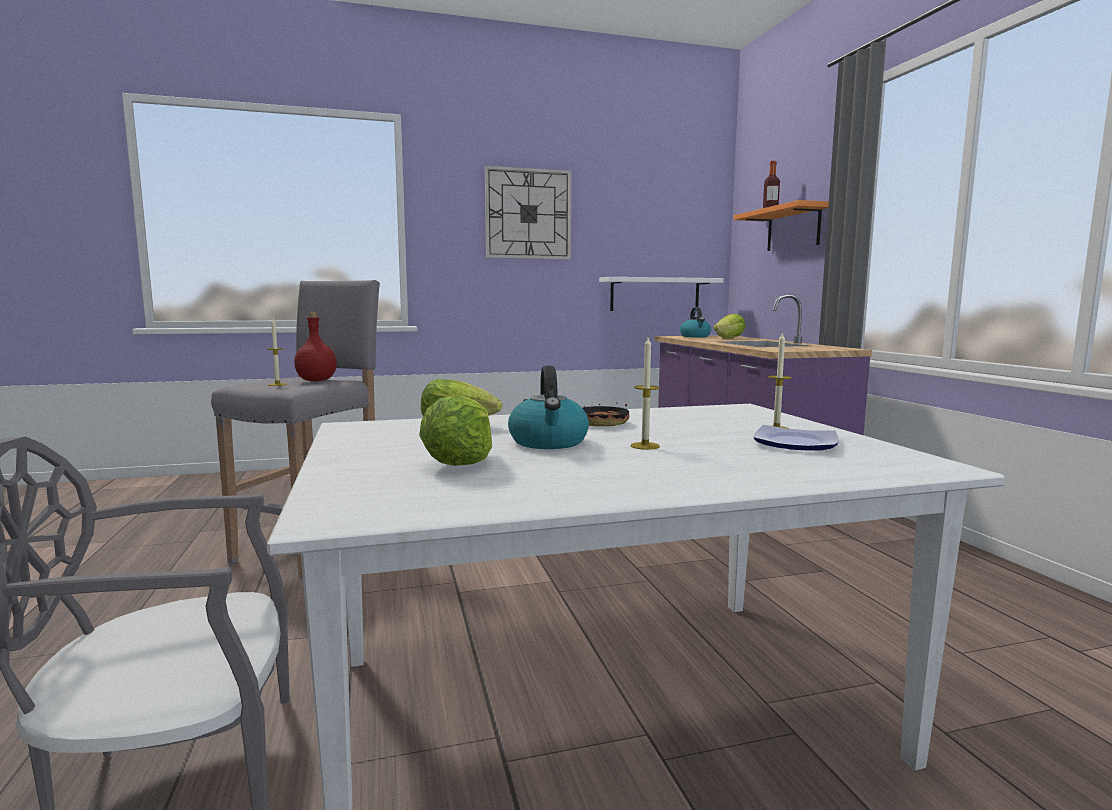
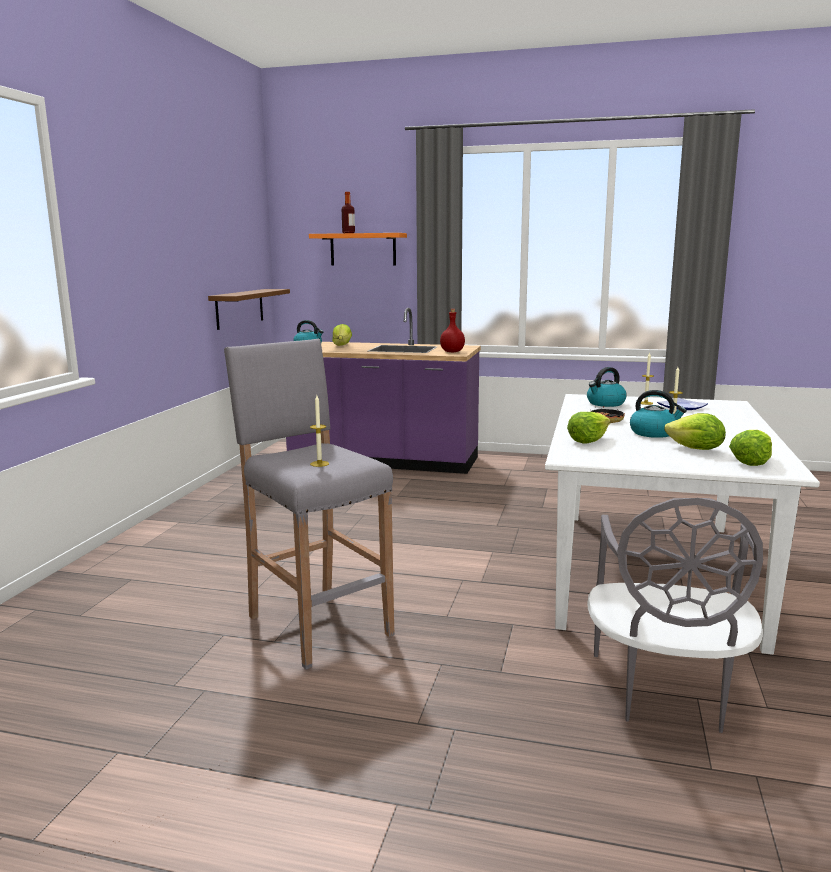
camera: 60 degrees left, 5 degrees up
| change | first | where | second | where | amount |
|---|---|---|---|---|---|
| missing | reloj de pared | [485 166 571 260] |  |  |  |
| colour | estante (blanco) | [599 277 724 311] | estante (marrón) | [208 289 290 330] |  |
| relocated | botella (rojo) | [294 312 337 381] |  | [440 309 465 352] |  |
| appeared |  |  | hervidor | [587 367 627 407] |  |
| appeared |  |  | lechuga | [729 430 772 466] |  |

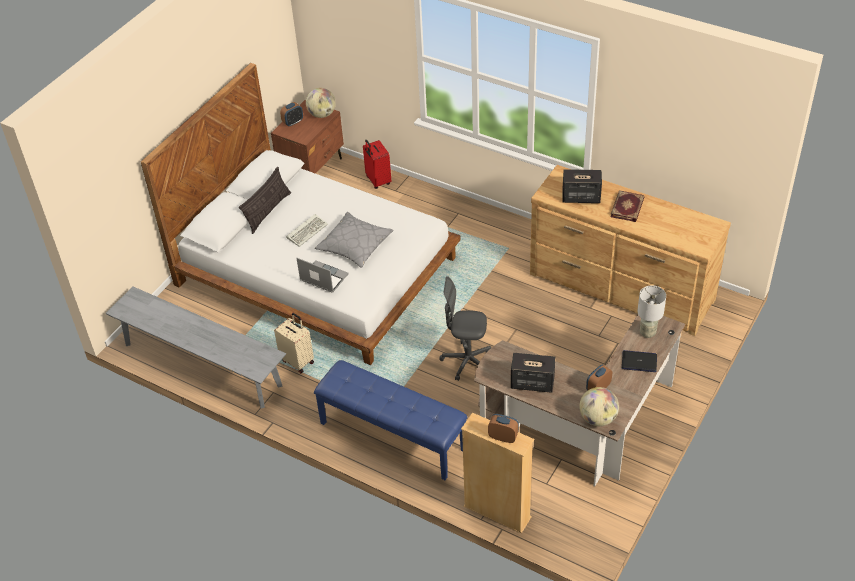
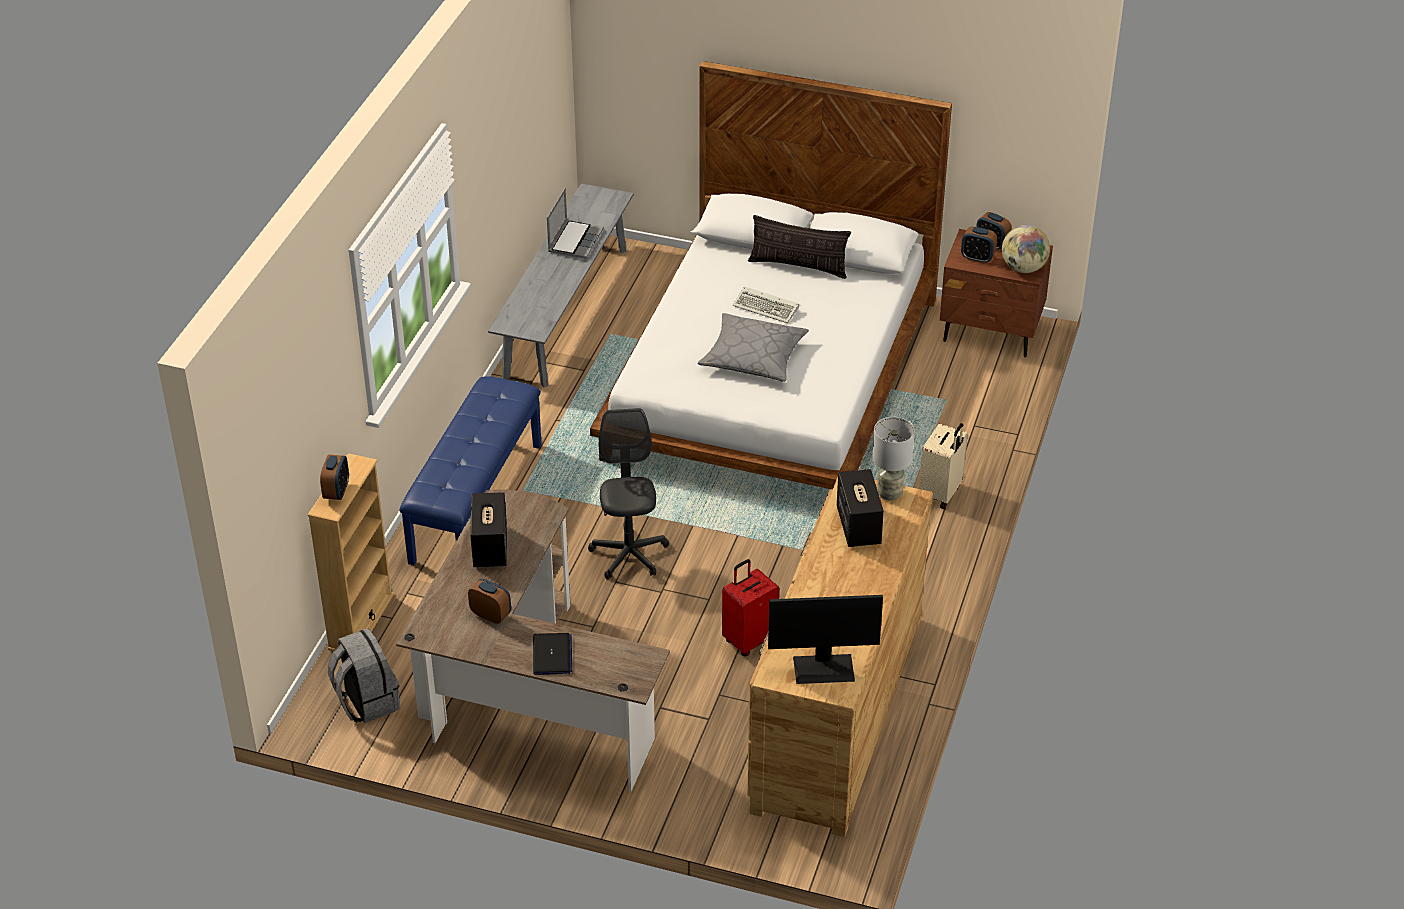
camera: 75 degrees right, 5 degrees down
| change | first | where | second | where | amount |
|---|---|---|---|---|---|
| relocated | maleta (rojo) | [363 140 391 189] |  | [722 559 779 656] |  |
| missing | libro | [611 190 644 222] |  |  |  |
| relocated | portátil | [297 258 349 293] |  | [547 188 604 259] |  |
| relocated | lámpara de mesa (gris) | [637 285 666 338] |  | [872 417 914 501] |  |
| relocated | maleta (beis) | [274 313 314 373] |  | [919 423 968 509] |  |
| missing | globo terráqueo | [579 387 619 426] |  |  |  |
| appeared |  |  | despertador | [961 226 997 264] |  |
| appeared |  |  | monitor | [768 595 883 684] |  |
| appeared |  |  | mochila (gris) | [328 628 400 723] |  |

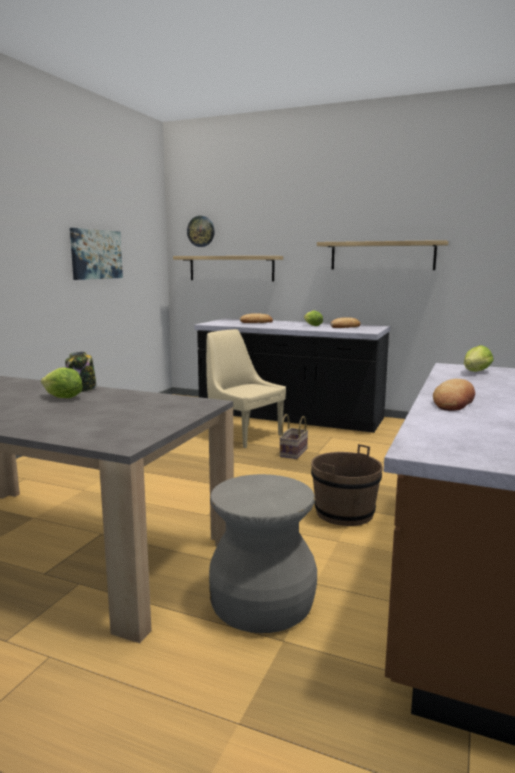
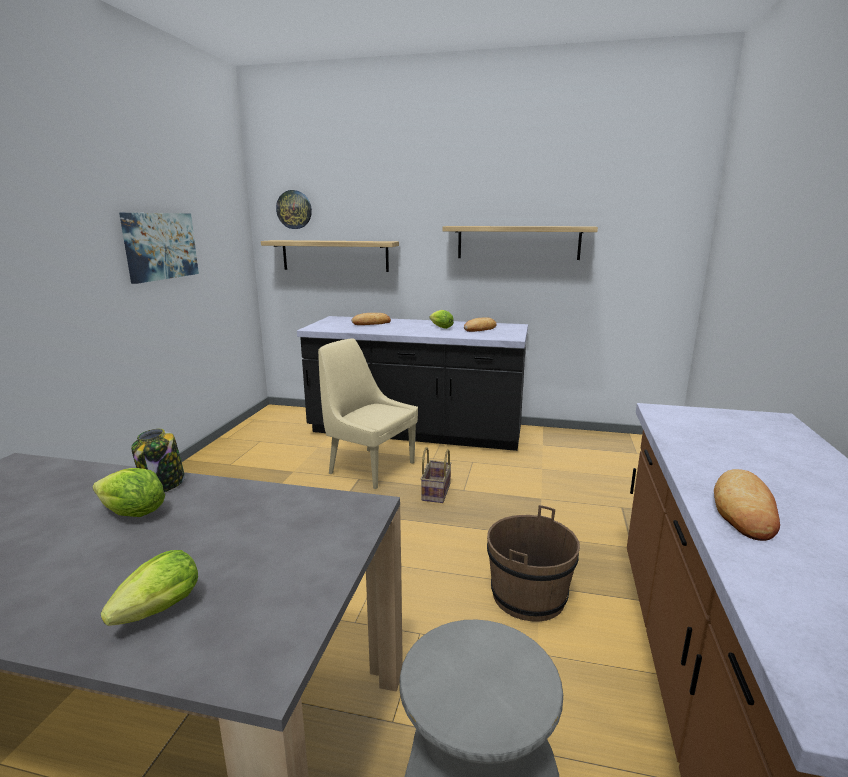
camera: 10 degrees left, 5 degrees up
| change | first | where | second | where | amount |
|---|---|---|---|---|---|
| relocated | lechuga | [464 345 494 372] |  | [100 550 198 626] |  |

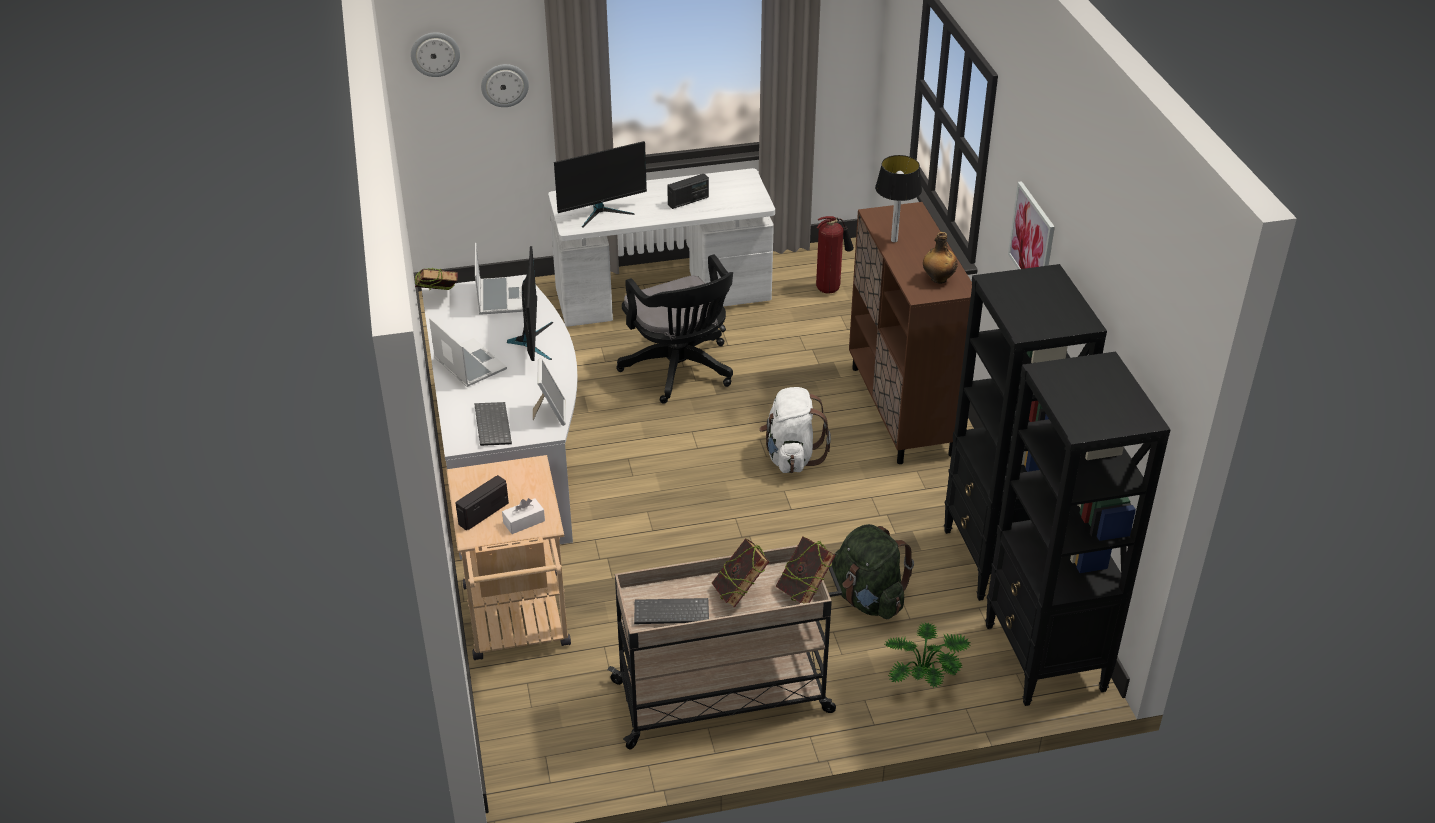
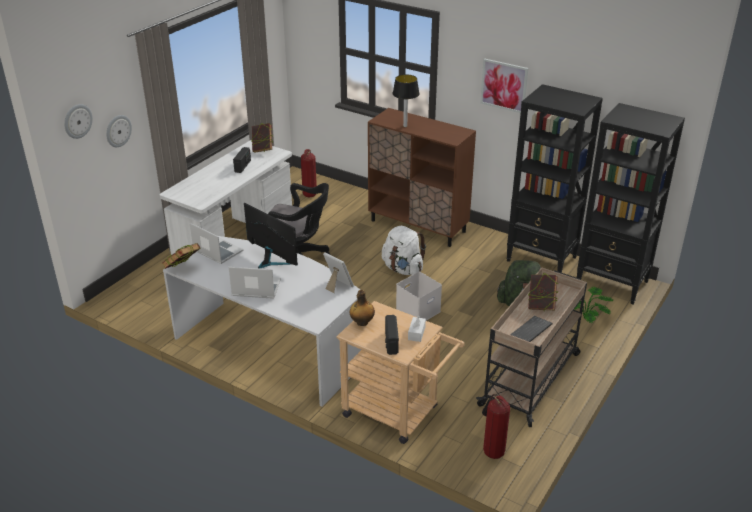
camera: 45 degrees left, 5 degrees down
| change | first | where | second | where | amount |
|---|---|---|---|---|---|
| missing | monitor | [554 141 647 227] |  |  |  |
| relocated | botella | [923 232 958 284] |  | [350 290 375 326] |  |
| missing | teclado | [475 402 512 446] |  |  |  |
| relocated | libro | [775 537 835 604] |  | [251 123 273 153] |  |
| appeared |  |  | caja de almacenaje (blanco) | [396 271 442 321] |  |
| appeared |  |  | extintor | [482 394 510 459] |  |

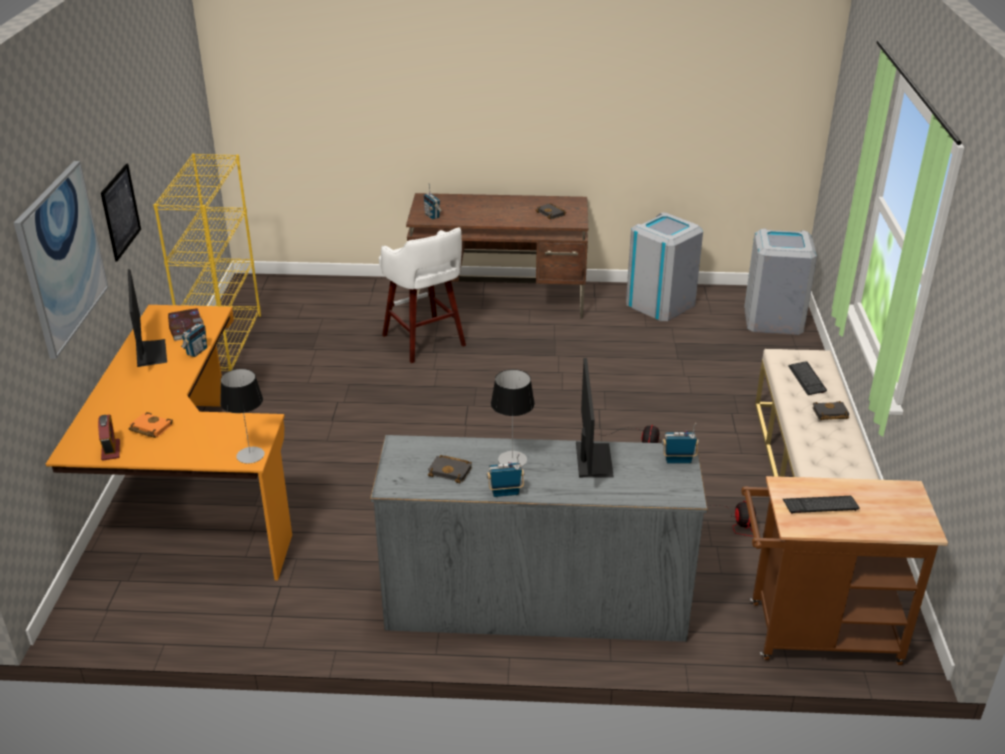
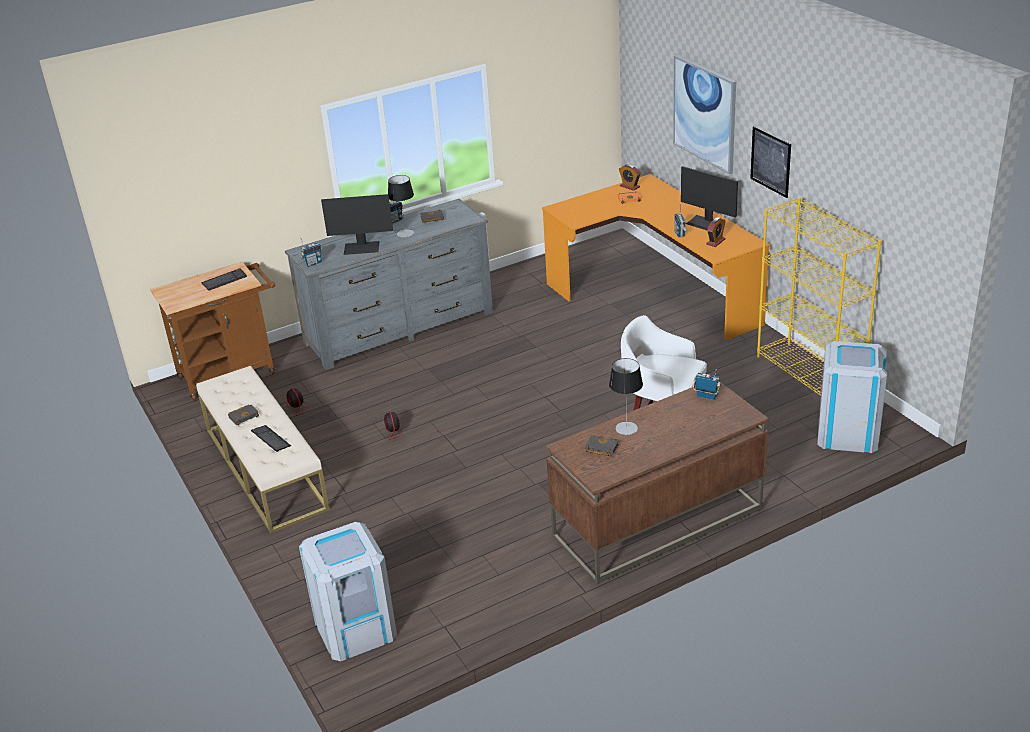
camera: 150 degrees right, 0 degrees up
| change | first | where | second | where | amount |
|---|---|---|---|---|---|
| relocated | papelera (gris) | [626 213 703 321] |  | [817 341 887 453] |  |
| exchanged | libro | [168 308 204 341] | despertador | [706 217 726 247] |  |
| spun | monitor | [576 358 614 478] |  | [321 194 393 255] | 60 degrees counterclockwise |
| relocated | lámpara de mesa | [220 369 265 464] |  | [609 358 643 435] |  |

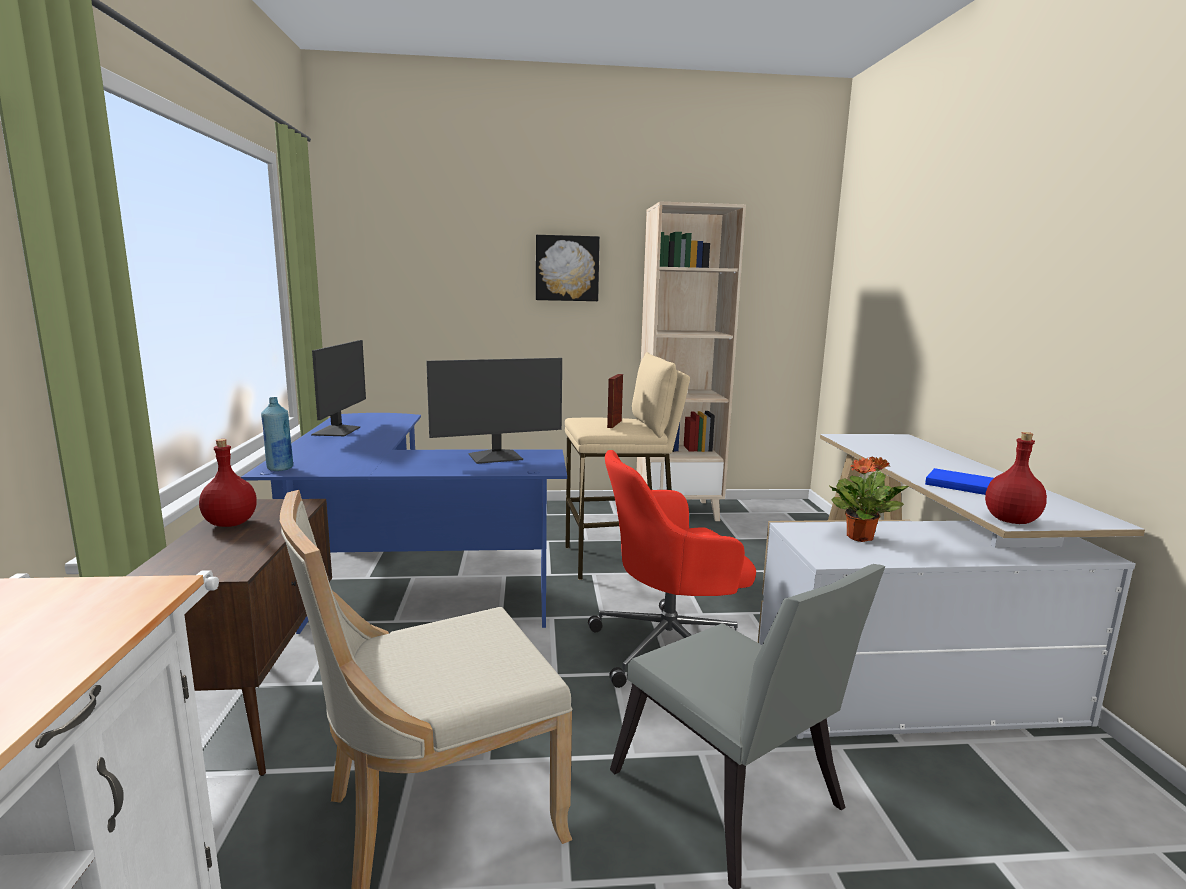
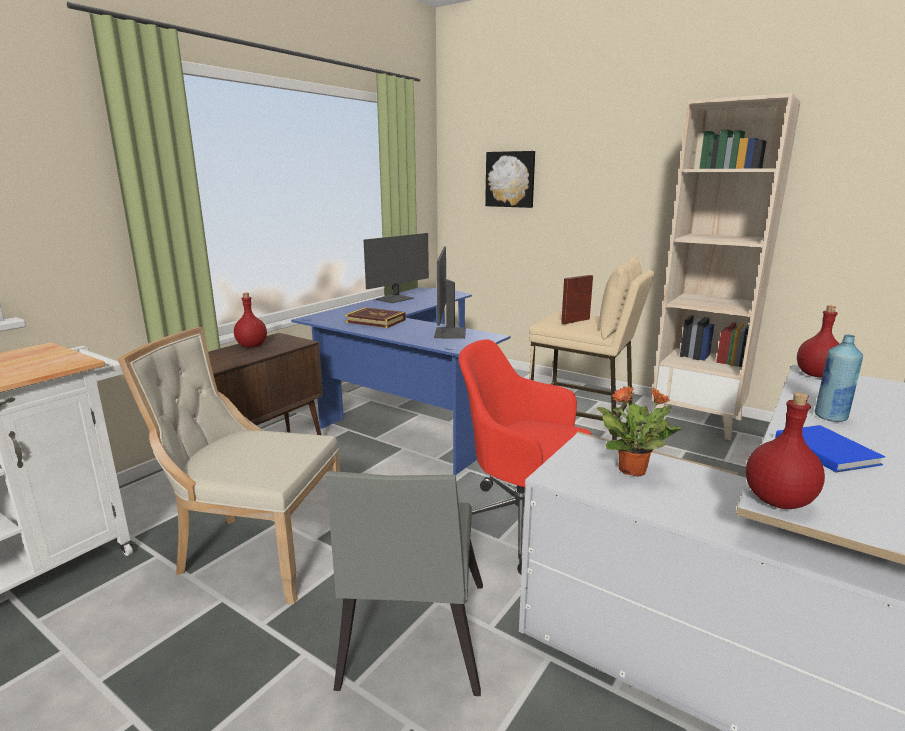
camera: 40 degrees right, 5 degrees up
| change | first | where | second | where | amount |
|---|---|---|---|---|---|
| relocated | cuadro | [536 235 600 301] |  | [485 151 535 208] |  |
| spun | monitor | [426 358 562 464] |  | [434 246 466 339] | 75 degrees clockwise |
| relocated | botella (azul) | [261 397 293 471] |  | [815 335 863 422] |  |
| appeared |  |  | botella (rojo) | [797 305 840 378] |  |
| appeared |  |  | libro | [345 307 406 328] |  |

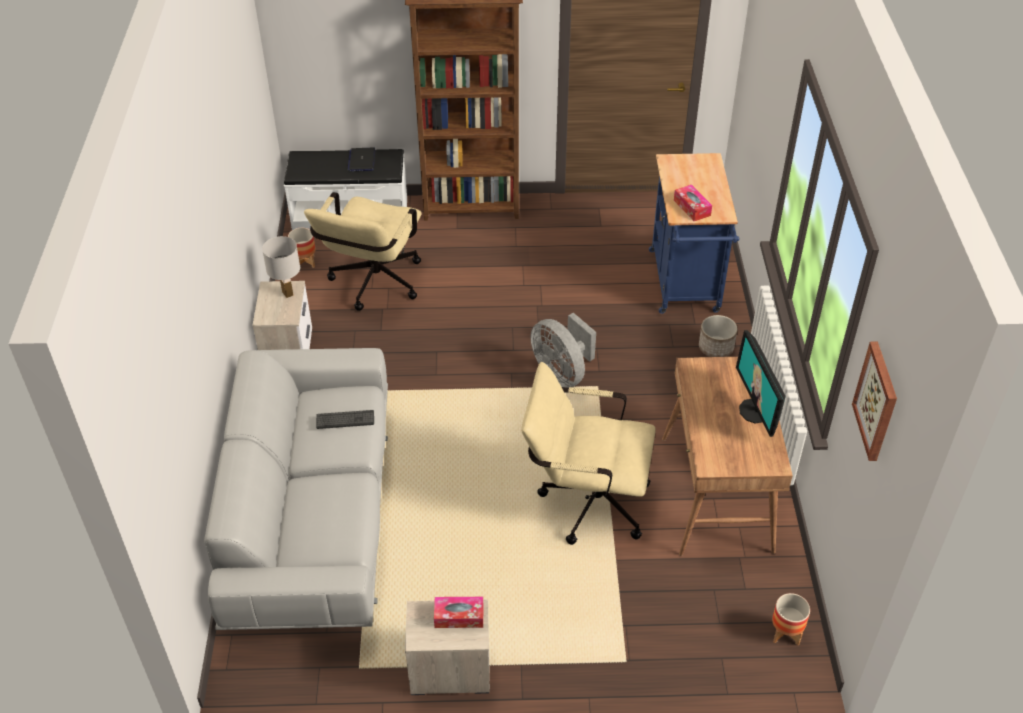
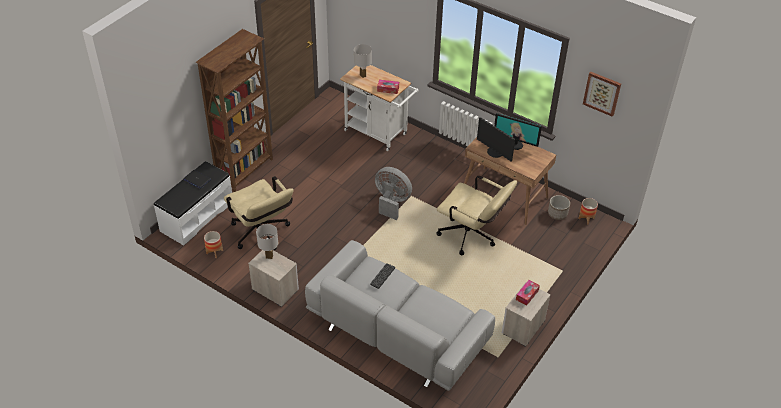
camera: 55 degrees left, 0 degrees up
| change | first | where | second | where | amount |
|---|---|---|---|---|---|
| colour | carrito (azul) | [649 153 740 314] | carrito (blanco) | [340 65 419 151] |  |
| spun | ventilador (gris) | [530 313 596 388] |  | [375 167 412 220] | 150 degrees counterclockwise |
| relocated | maceta | [699 315 737 357] |  | [548 195 570 220] |  |
| spun | silla de oficina (beis) | [521 362 656 545] |  | [436 176 517 255] | 105 degrees counterclockwise |
| appeared |  |  | lámpara de mesa (blanco) | [354 44 372 78] |  |
| appeared |  |  | monitor | [477 117 515 162] |  |

